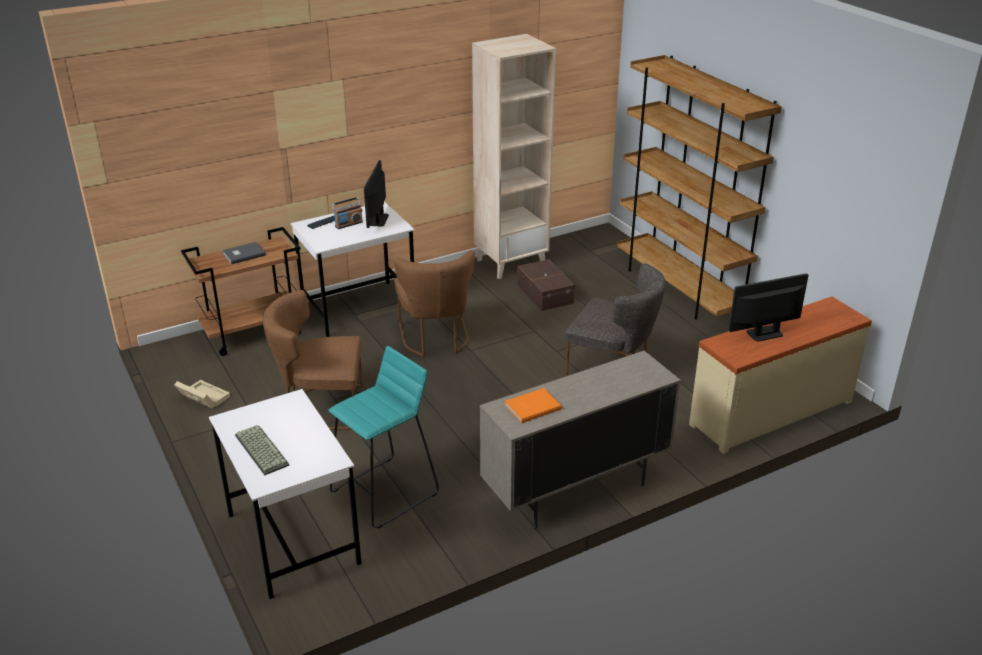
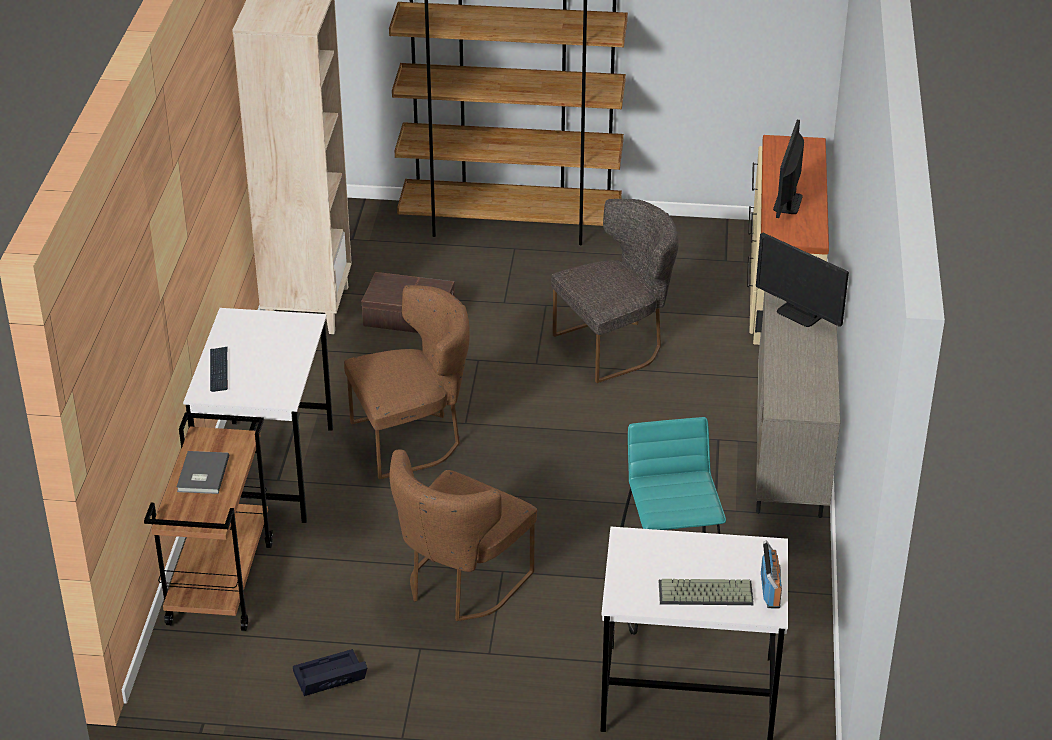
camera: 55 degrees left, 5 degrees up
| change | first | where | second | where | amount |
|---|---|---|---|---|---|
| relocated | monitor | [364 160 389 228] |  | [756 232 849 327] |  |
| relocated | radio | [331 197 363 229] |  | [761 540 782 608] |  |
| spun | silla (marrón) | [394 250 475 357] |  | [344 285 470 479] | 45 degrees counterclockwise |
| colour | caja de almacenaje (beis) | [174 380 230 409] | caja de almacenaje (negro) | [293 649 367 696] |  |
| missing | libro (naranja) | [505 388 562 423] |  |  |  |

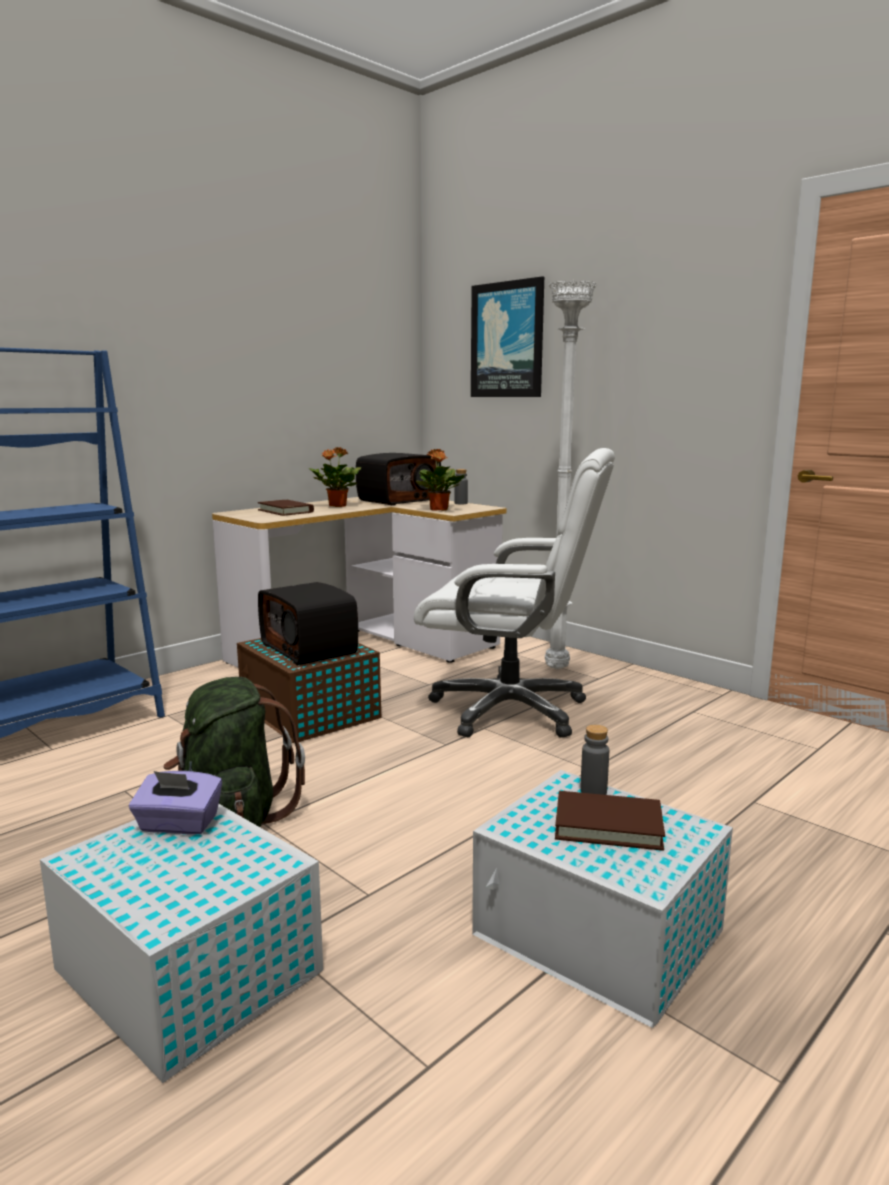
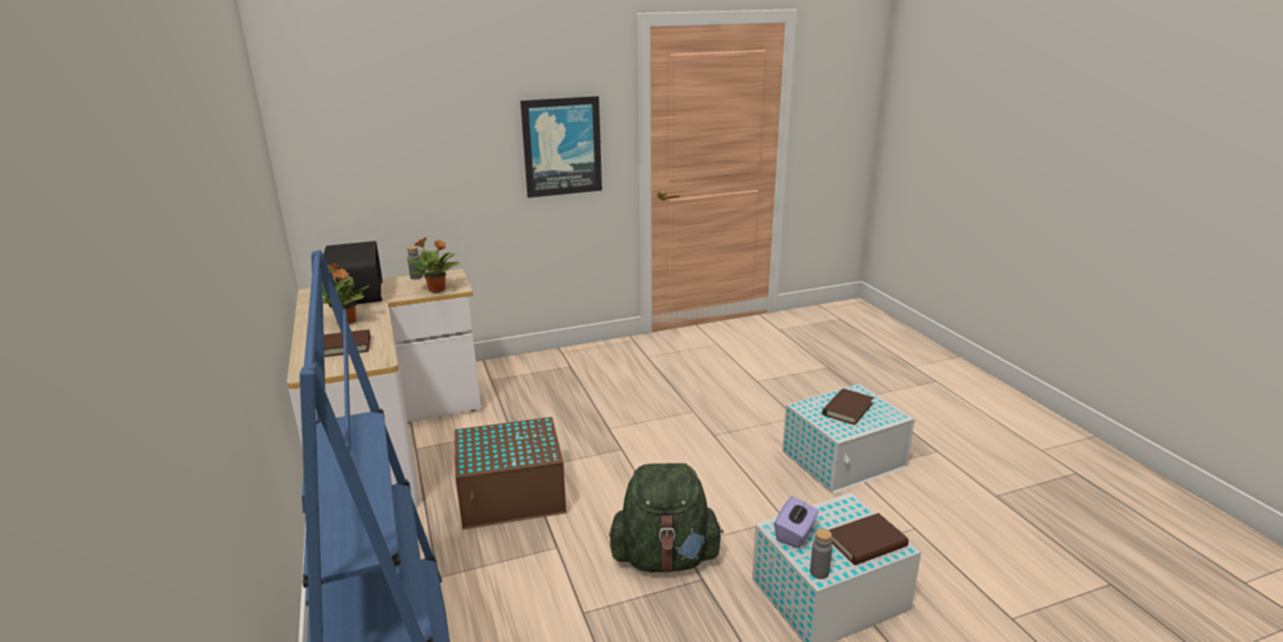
camera: 65 degrees left, 10 degrees up
| change | first | where | second | where | amount |
|---|---|---|---|---|---|
| relocated | cuadro | [471 276 544 397] |  | [520 96 602 198] |  |
| missing | lámpara de pie (blanco) | [545 280 597 669] |  |  |  |
| missing | silla de oficina (blanco) | [414 448 615 738] |  |  |  |
| missing | radio | [258 582 358 665] |  |  |  |
| relocated | botella (gris) | [580 725 609 795] |  | [810 529 832 579] |  |
| appeared |  |  | libro (marrón) | [829 513 909 565] |  |

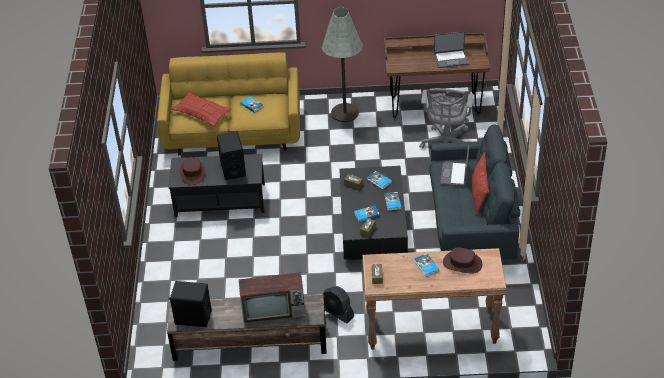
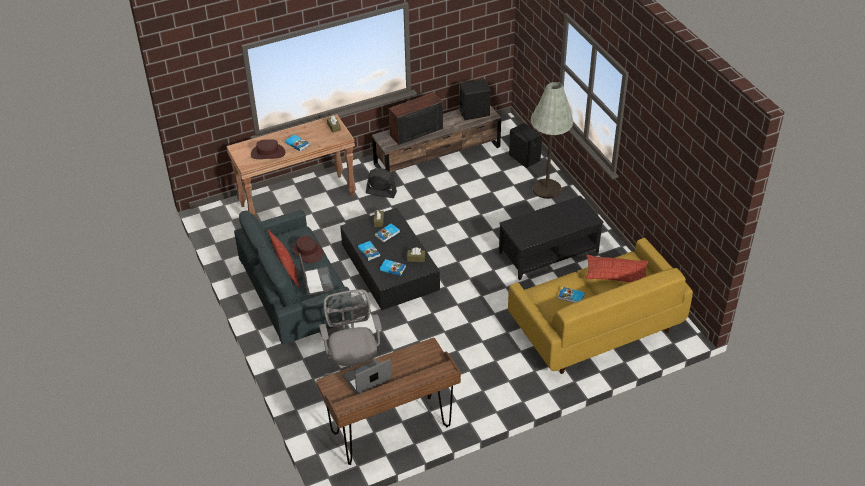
camera: 155 degrees right, 0 degrees up
| change | first | where | second | where | amount |
|---|---|---|---|---|---|
| relocated | lámpara de pie (gris) | [322 7 363 122] |  | [531 82 573 199] |  |
| relocated | altavoz (negro) | [217 131 246 180] |  | [509 123 542 168] |  |
| relocated | sombrero (marrón) | [180 157 205 185] |  | [292 236 323 263] |  |

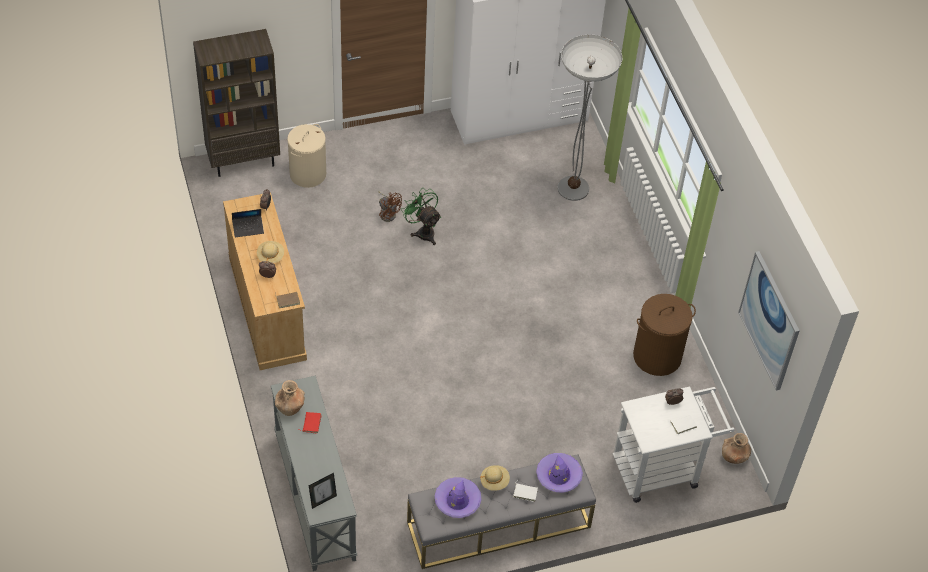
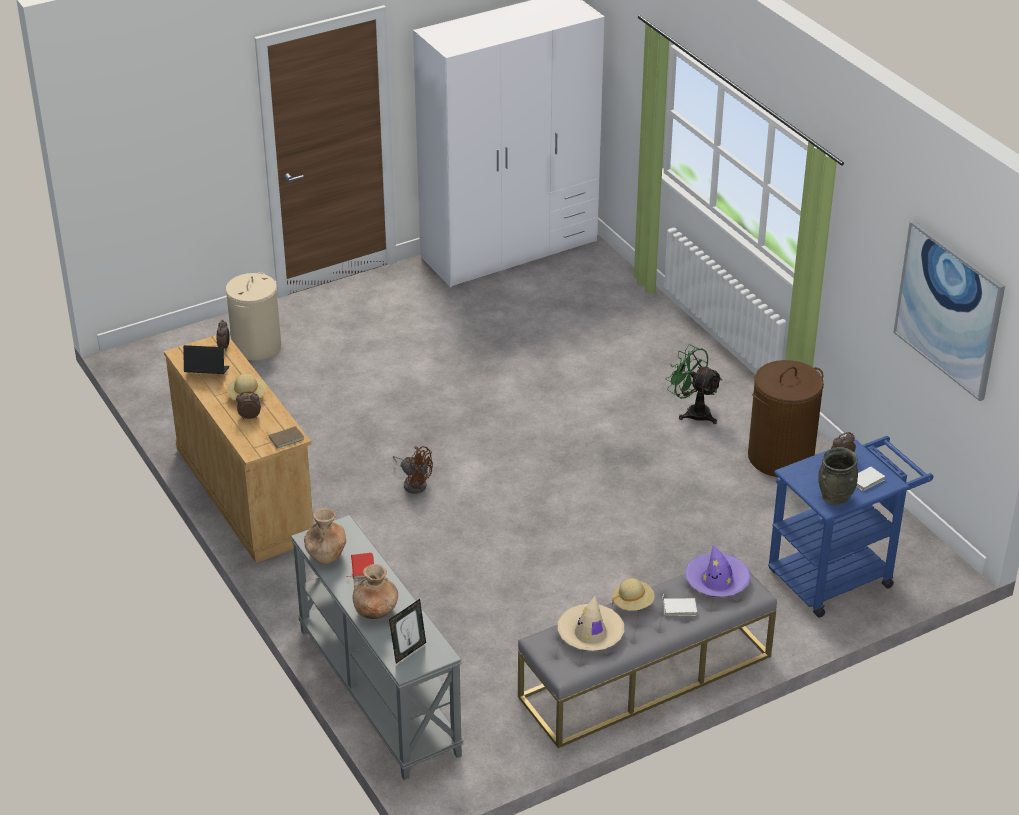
camera: 10 degrees left, 15 degrees down
| change | first | where | second | where | amount |
|---|---|---|---|---|---|
| missing | estantería (marrón) | [193 29 280 177] |  |  |  |
| missing | lámpara de pie | [558 35 622 201] |  |  |  |
| relocated | ventilador (verde) | [401 189 441 245] |  | [666 344 722 424] |  |
| relocated | ventilador (marrón) | [378 190 402 222] |  | [393 446 433 494] |  |
| spun | portátil | [232 209 264 238] |  | [183 345 230 374] | 150 degrees counterclockwise |
| colour | carrito (blanco) | [612 386 735 503] | carrito (azul) | [768 436 934 618] |  |
| relocated | florero (marrón) | [722 433 751 464] |  | [353 564 398 619] |  |
| colour | sombrero (morado) | [435 477 481 518] | sombrero (beis) | [558 596 624 651] |  |
| appeared |  |  | florero (gris) | [818 447 858 505] |  |

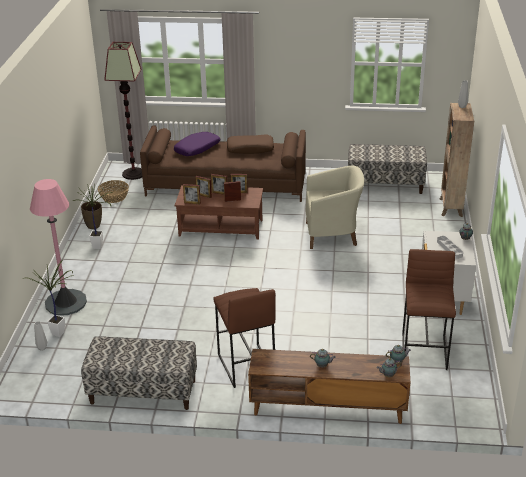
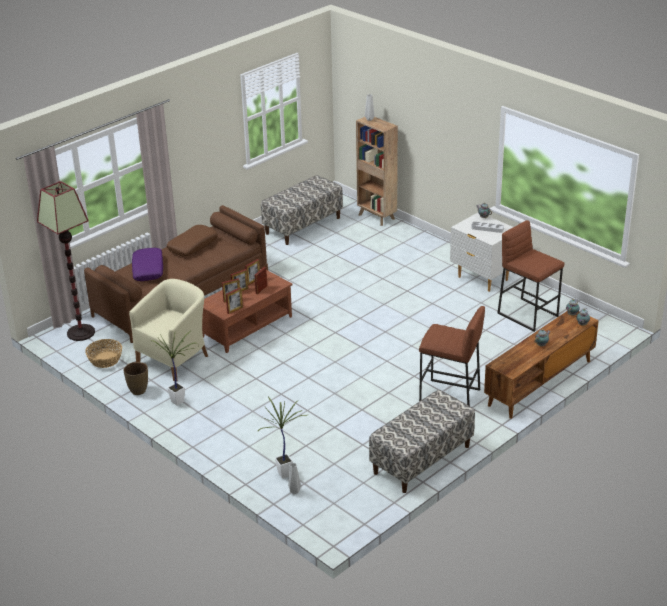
camera: 50 degrees left, 0 degrees up
| change | first | where | second | where | amount |
|---|---|---|---|---|---|
| relocated | sillón (beis) | [305 165 364 249] |  | [129 279 208 381] |  |
| missing | lámpara de pie (rosa) | [30 179 87 316] |  |  |  |

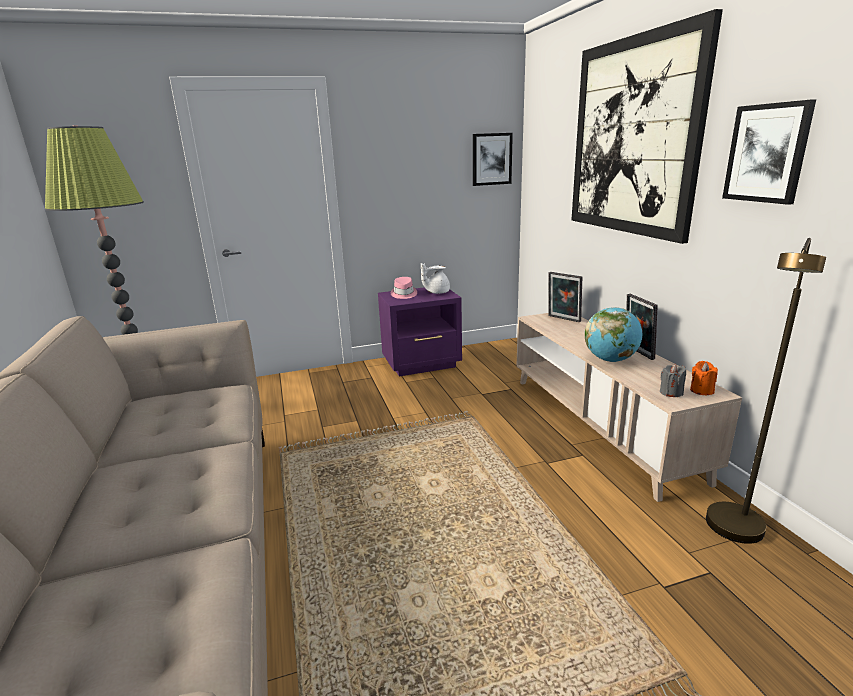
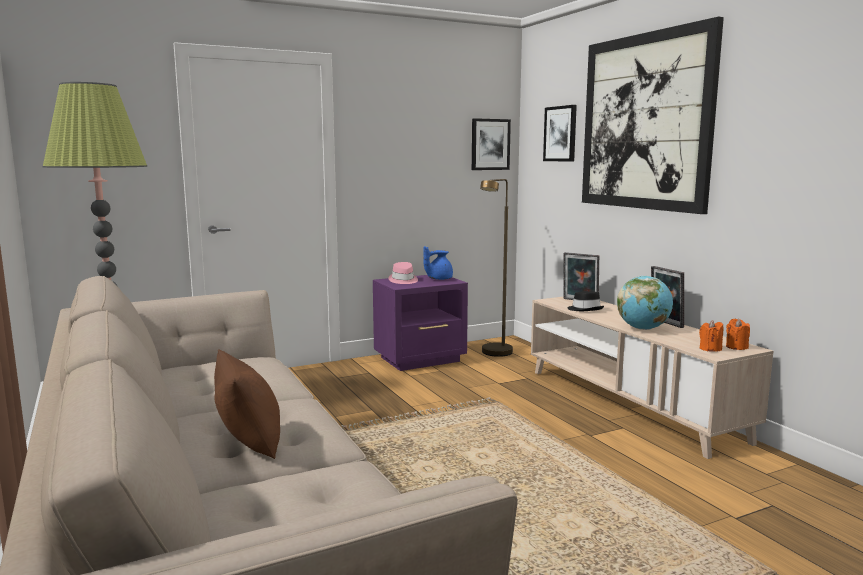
camera: 10 degrees left, 10 degrees down
| change | first | where | second | where | amount |
|---|---|---|---|---|---|
| relocated | cuadro | [722 99 816 205] |  | [543 105 577 162] |  |
| relocated | lámpara de pie (marrón) | [706 238 826 544] |  | [480 179 513 357] |  |
| colour | tetera (blanco) | [421 263 450 294] | tetera (azul) | [423 246 453 280] |  |
| colour | vela (gris) | [660 364 686 397] | vela (naranja) | [699 320 723 352] |  |
| appeared |  |  | sombrero (negro) | [568 291 604 311] |  |
| appeared |  |  | cojín (marrón) | [214 349 280 459] |  |

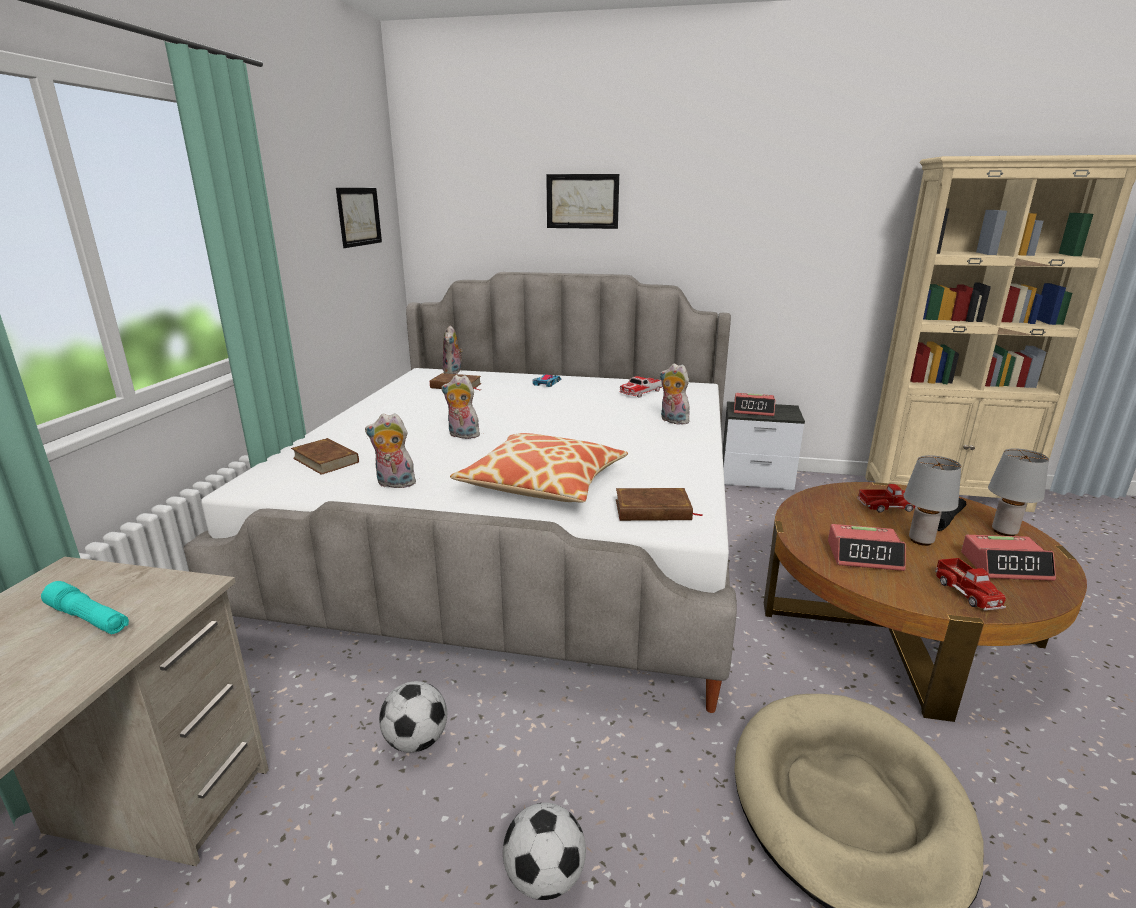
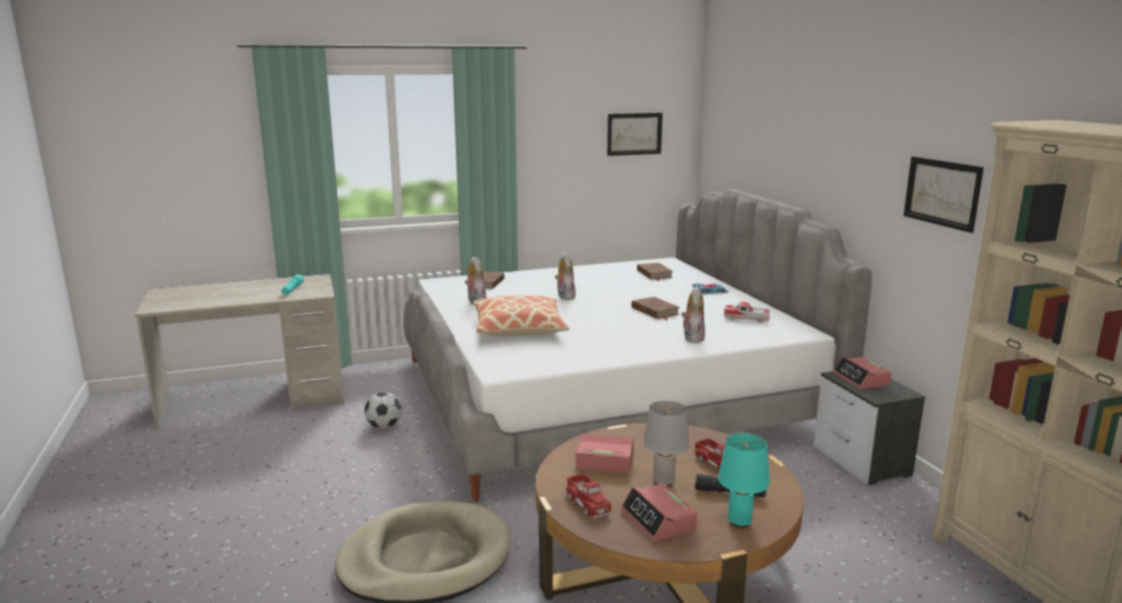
camera: 60 degrees right, 5 degrees down
| change | first | where | second | where | amount |
|---|---|---|---|---|---|
| relocated | cuadro | [546 174 619 229] |  | [904 156 984 233] |  |
| missing | peluche | [443 325 463 374] |  |  |  |
| colour | lámpara de mesa (gris) | [988 448 1049 536] | lámpara de mesa (turquesa) | [718 433 770 528] |  |
| relocated | libro (marrón) | [616 488 703 521] |  | [632 297 680 320] |  |
| spun | despertador | [828 524 906 571] |  | [575 434 634 473] | 120 degrees clockwise |
| spun | camión de juguete | [935 558 1006 611] |  | [566 474 612 518] | 75 degrees counterclockwise |
| missing | balón de fútbol | [503 803 586 900] |  |  |  |

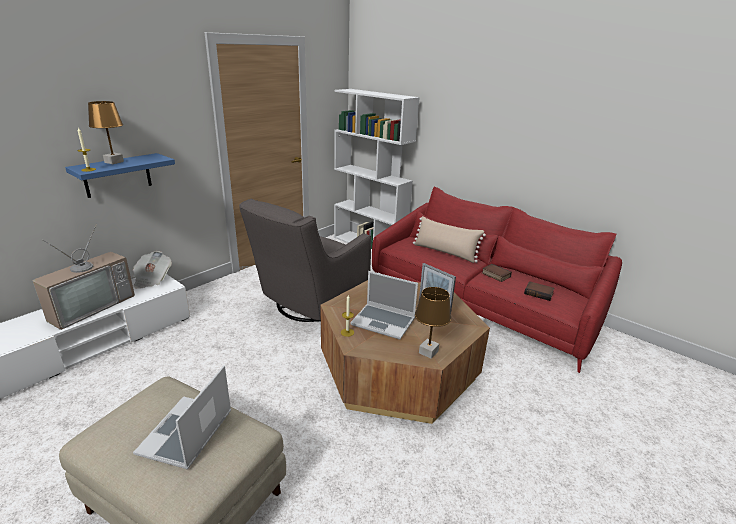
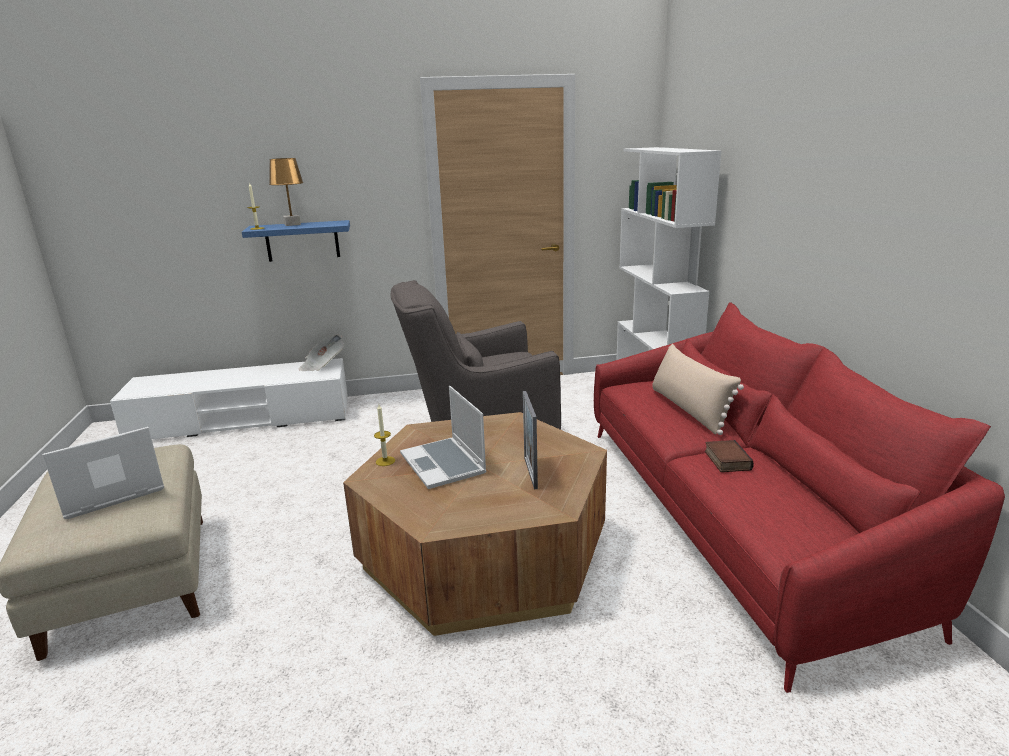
camera: 40 degrees right, 5 degrees down
| change | first | where | second | where | amount |
|---|---|---|---|---|---|
| missing | televisor | [33 224 135 330] |  |  |  |
| missing | libro | [524 281 554 301] |  |  |  |
| missing | lámpara de mesa (marrón) | [415 287 451 359] |  |  |  |

